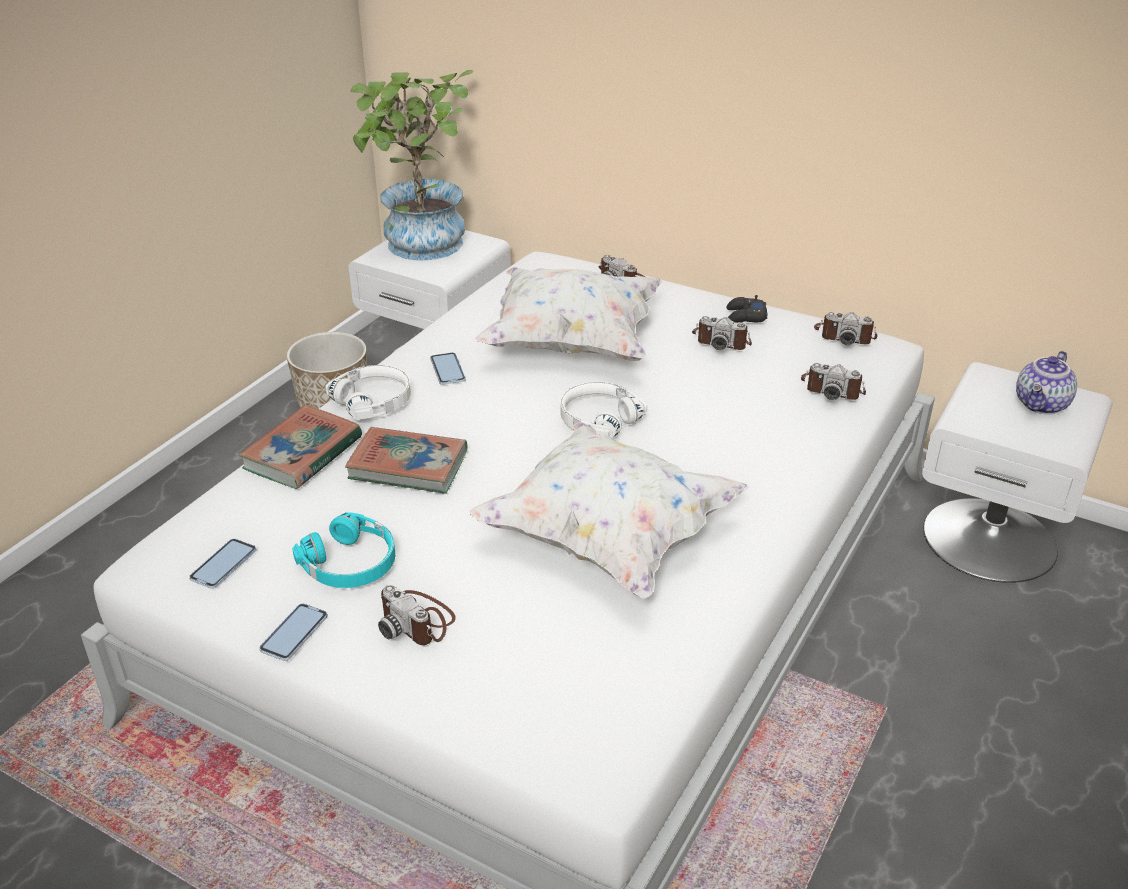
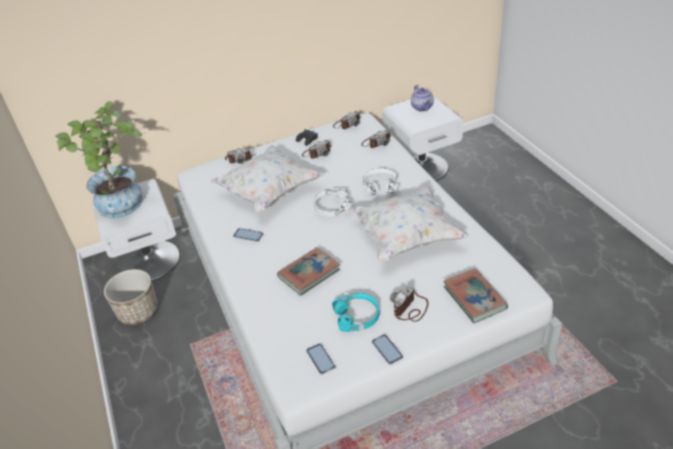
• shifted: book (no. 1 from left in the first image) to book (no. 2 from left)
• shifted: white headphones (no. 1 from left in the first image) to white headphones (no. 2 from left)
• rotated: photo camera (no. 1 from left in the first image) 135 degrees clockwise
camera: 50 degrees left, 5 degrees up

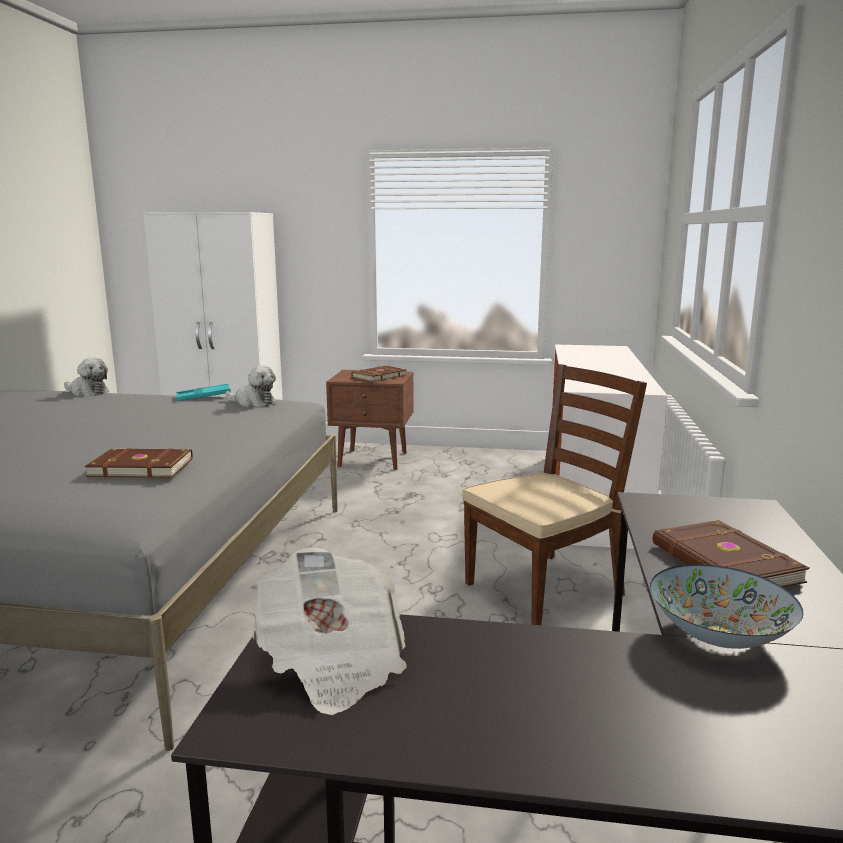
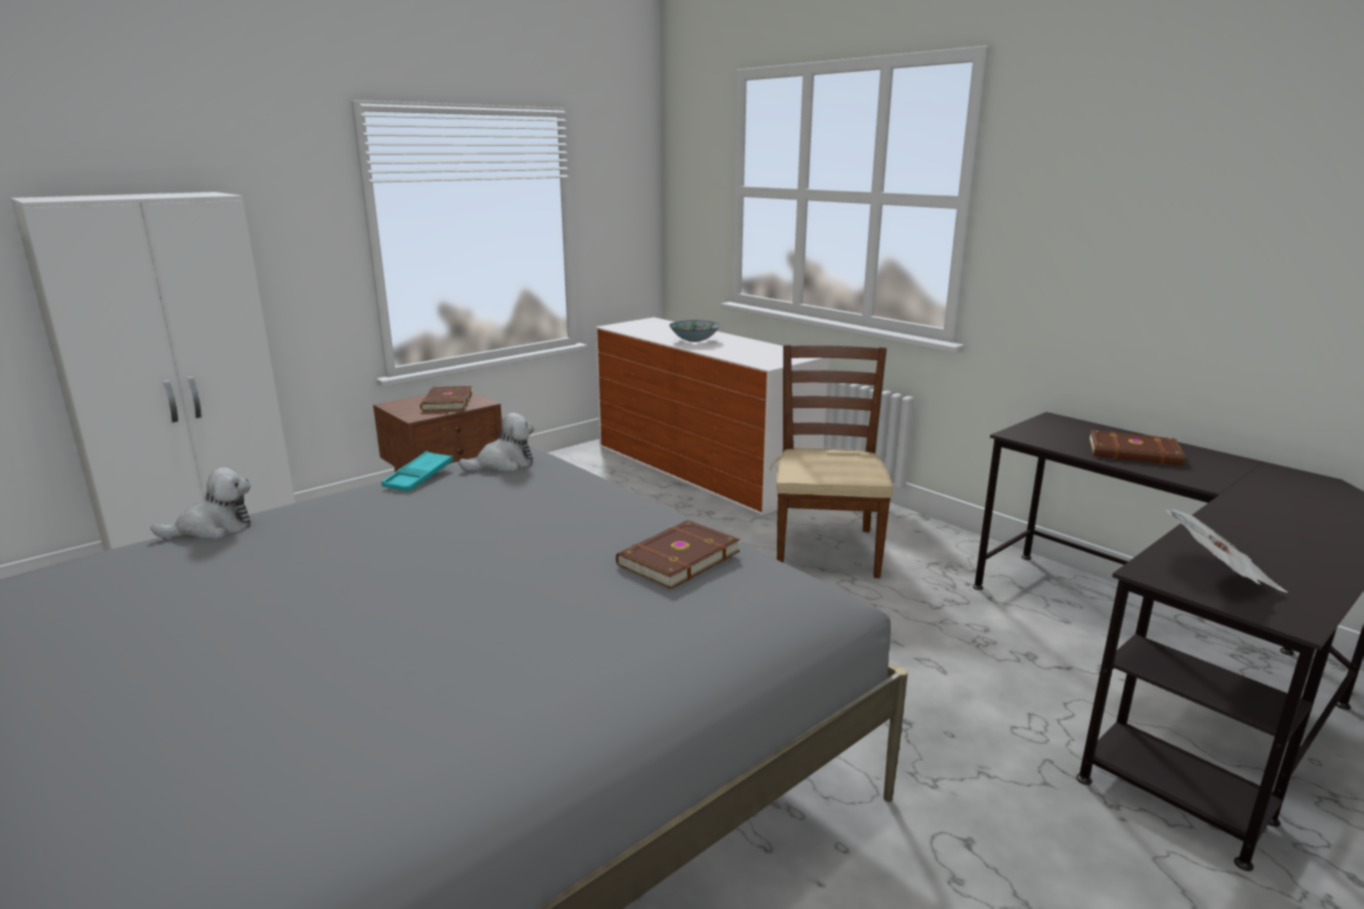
• shifted: bowl
camera: 50 degrees left, 5 degrees up

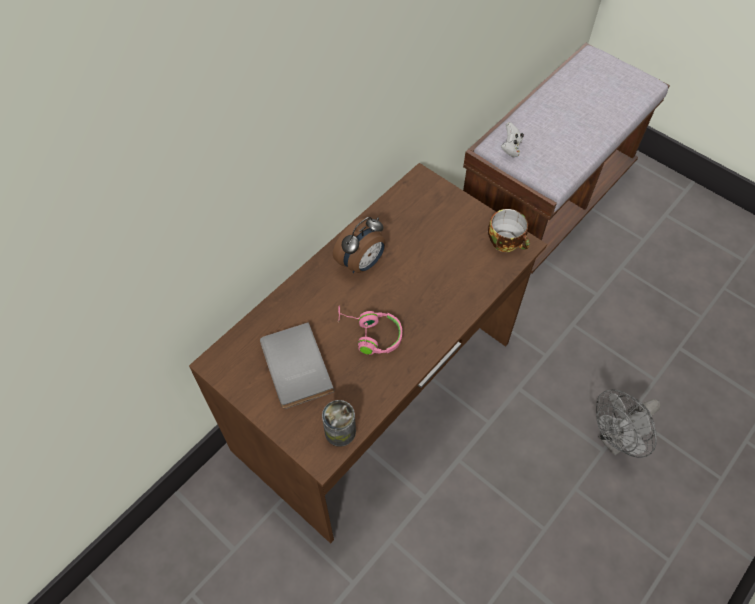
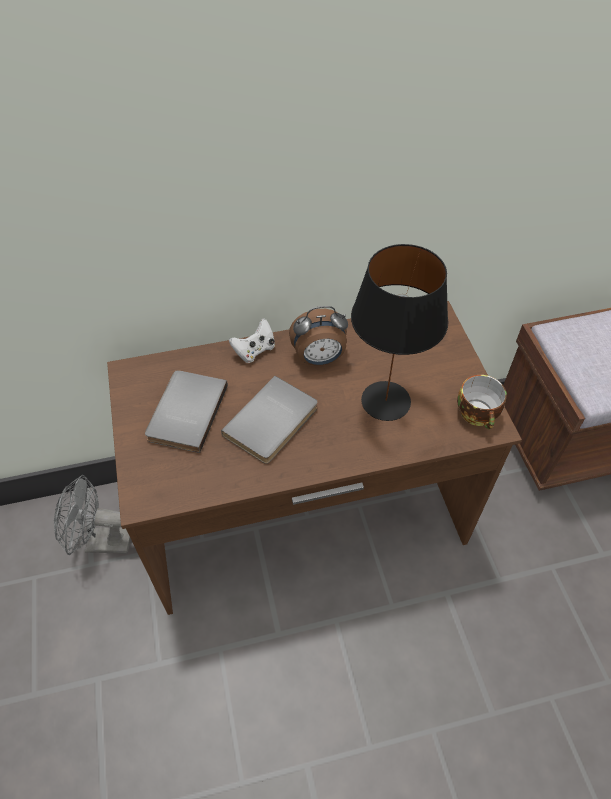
• gone: can
• swapped: pink headphones to grey book (no. 2 from left)
• shifted: white game controller
• shifted: grey fan
• new: black table lamp
camera: 35 degrees right, 5 degrees down

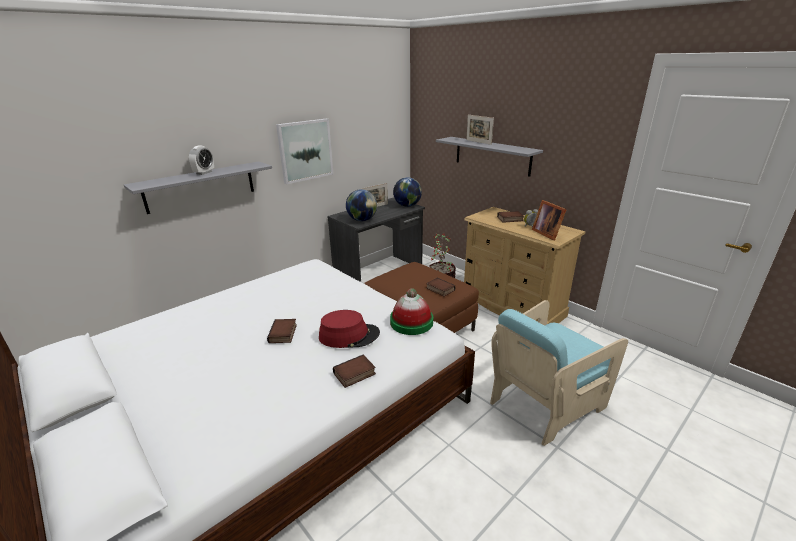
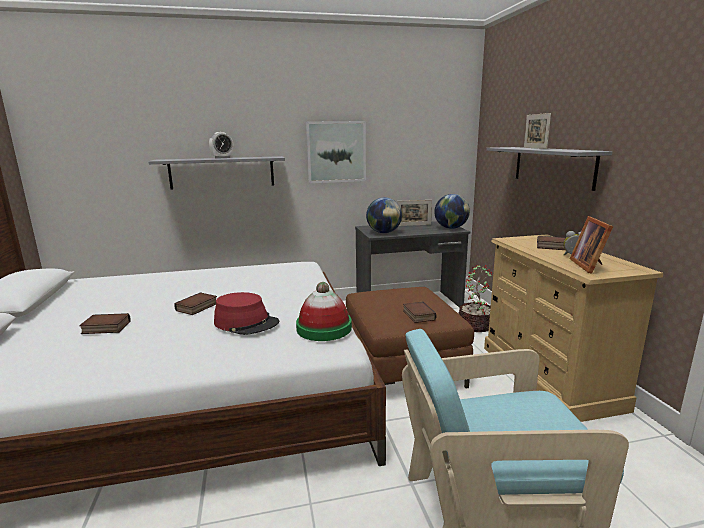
• shifted: book (no. 2 from left in the first image) to book (no. 1 from left)
camera: 30 degrees right, 10 degrees down

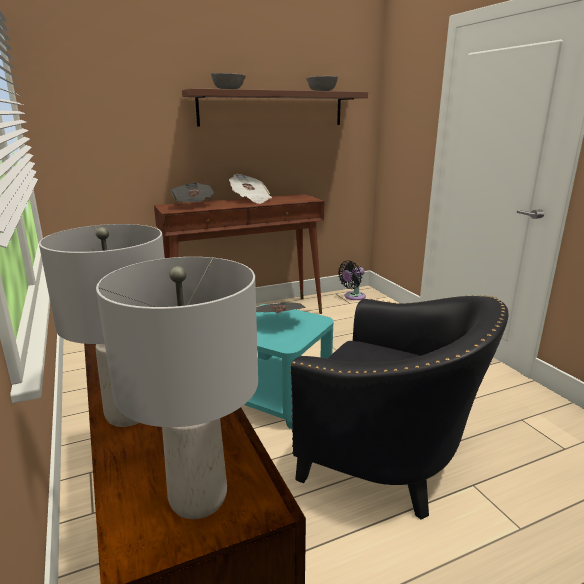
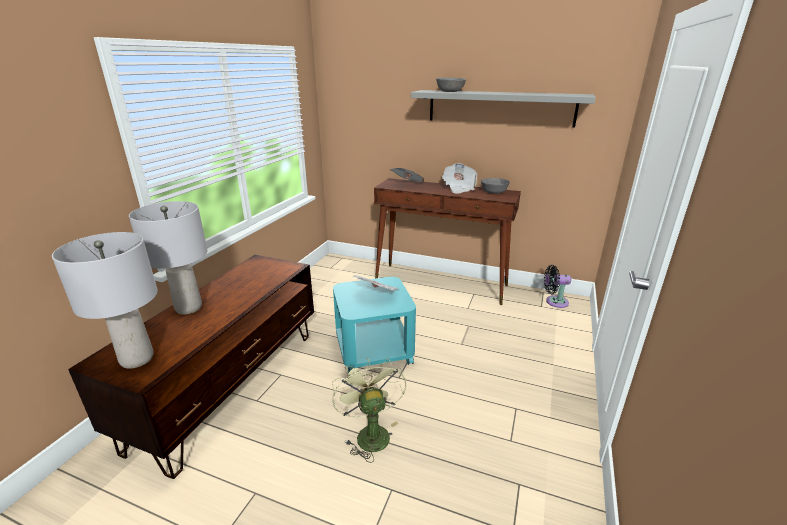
• repainted: brown shelf to grey shelf
• swapped: black armchair to green fan
• shifted: grey bowl (no. 2 from left)
camera: 45 degrees right, 5 degrees up

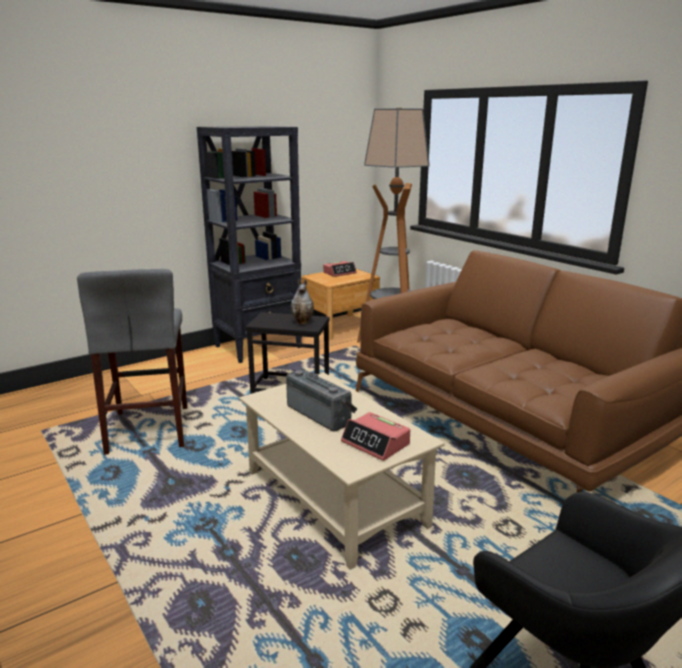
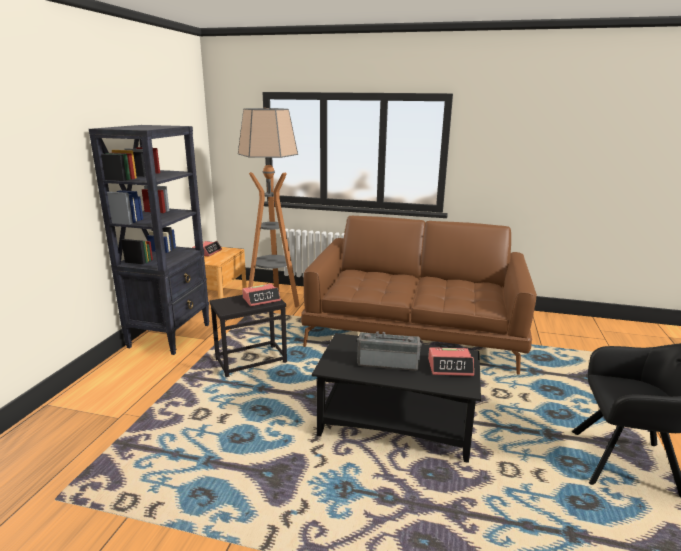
• gone: grey stool
• repainted: beige coffee table to black coffee table
• swapped: vase to alarm clock (no. 2 from left)
camera: 40 degrees left, 0 degrees up

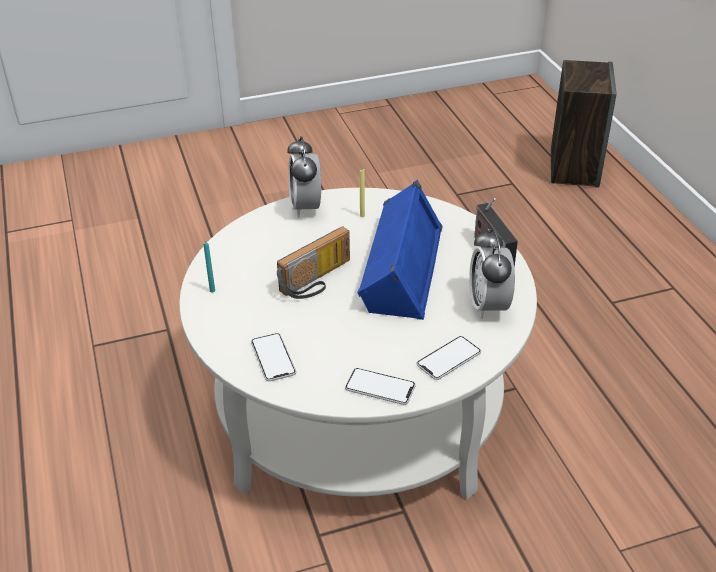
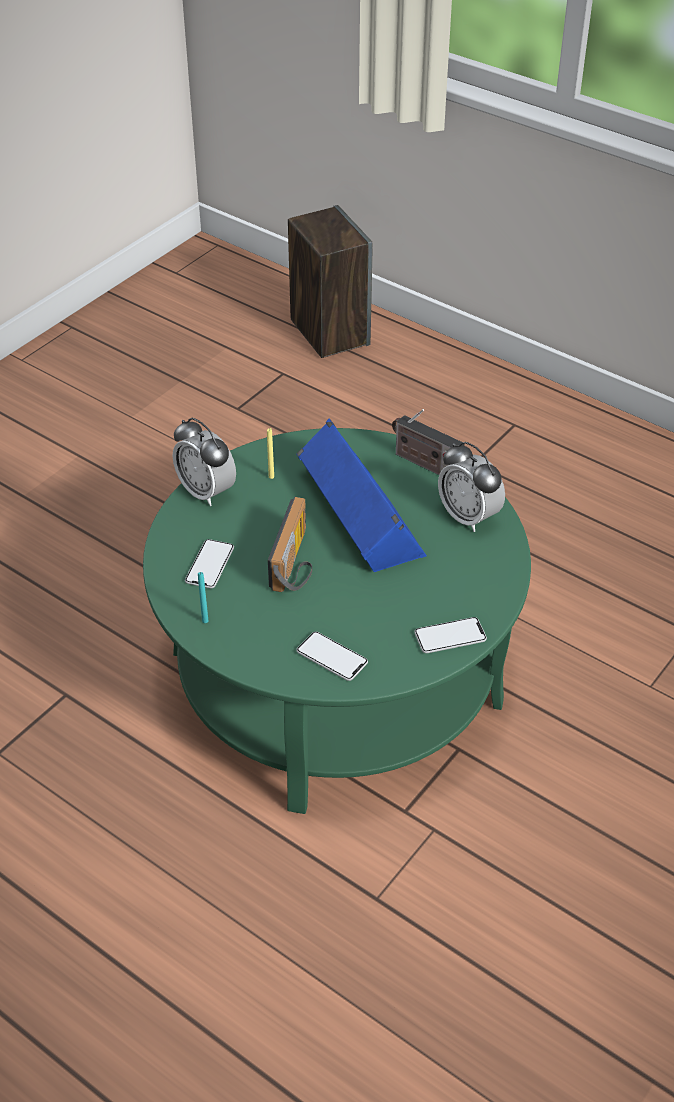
• repainted: white coffee table to green coffee table
• shifted: phone (no. 3 from left in the first image) to phone (no. 1 from left)
camera: 35 degrees left, 5 degrees up

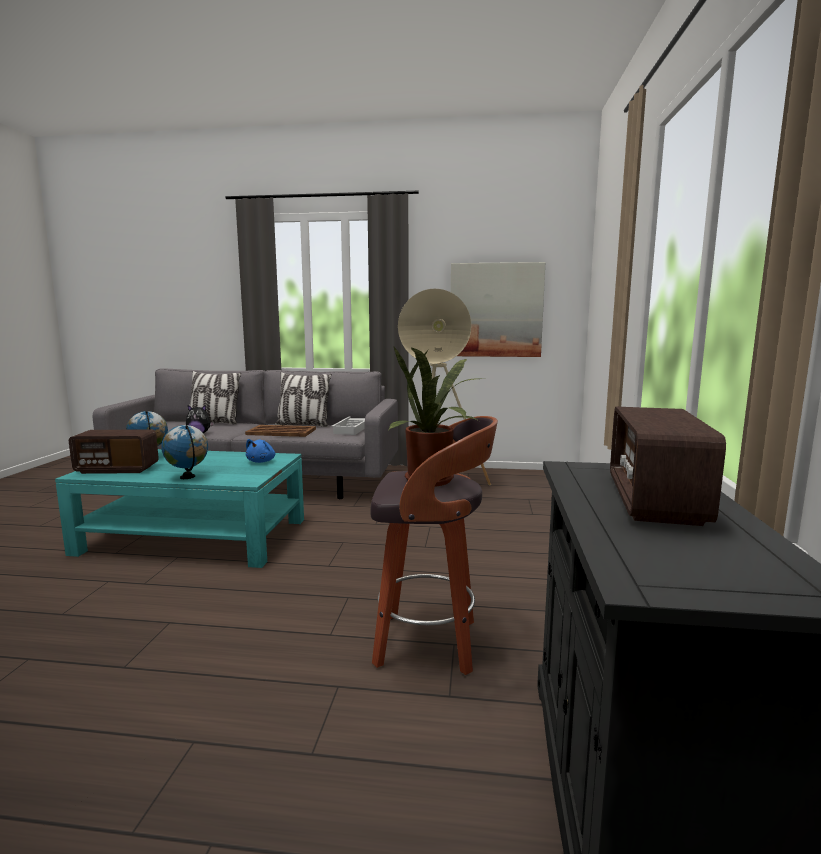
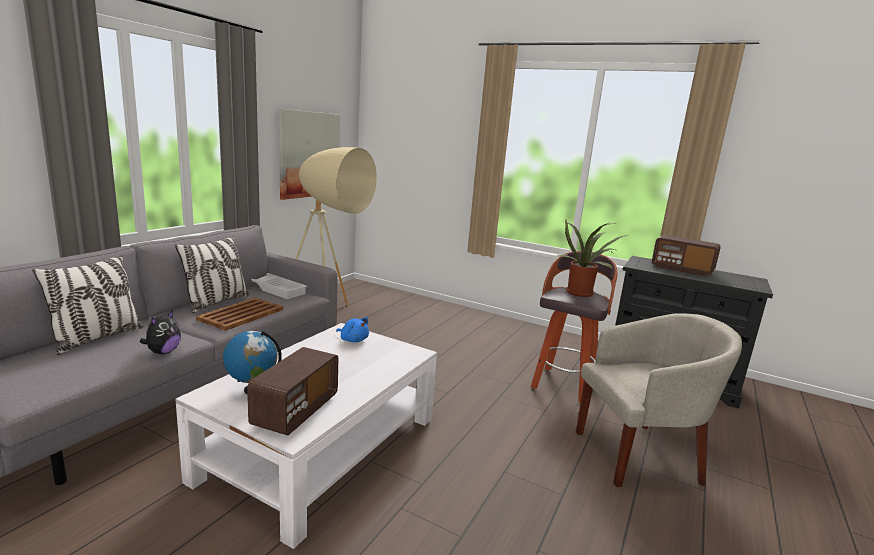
• repainted: turquoise coffee table to white coffee table
• gone: globe (no. 2 from left)
• new: beige armchair
camera: 70 degrees left, 5 degrees up

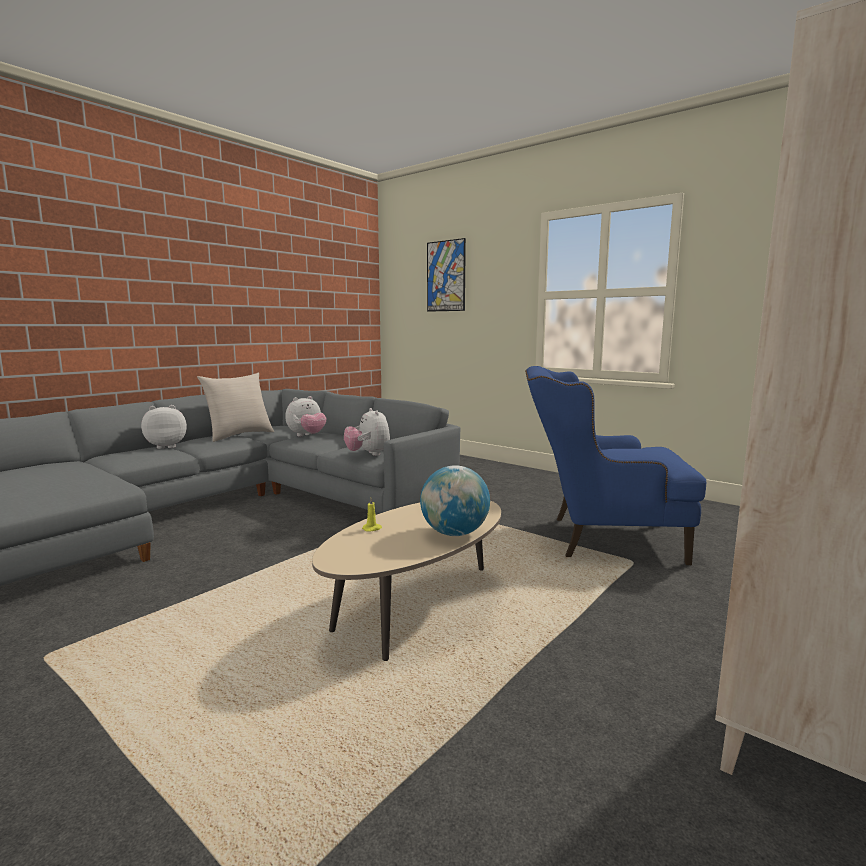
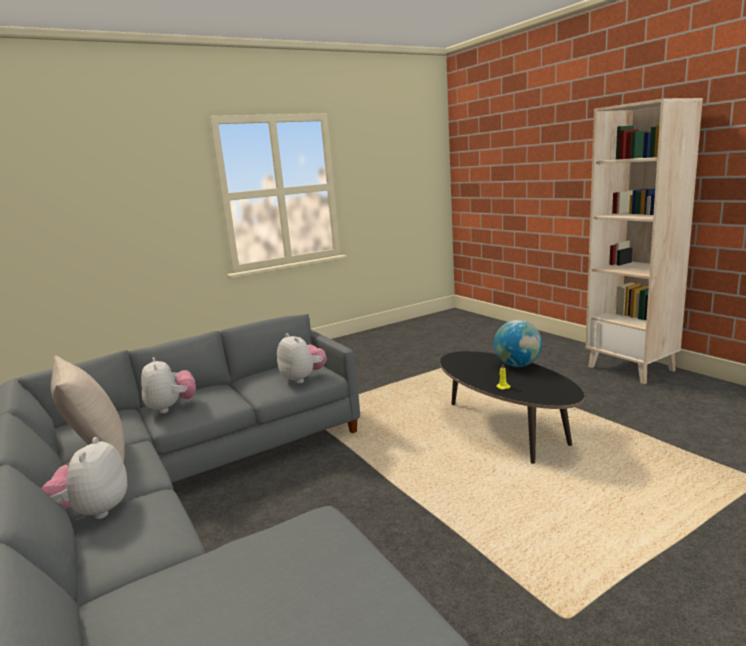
• repainted: beige coffee table to black coffee table
• rotated: plush toy (no. 3 from left) 120 degrees counterclockwise
• gone: picture
• gone: blue armchair
camera: 70 degrees left, 5 degrees up

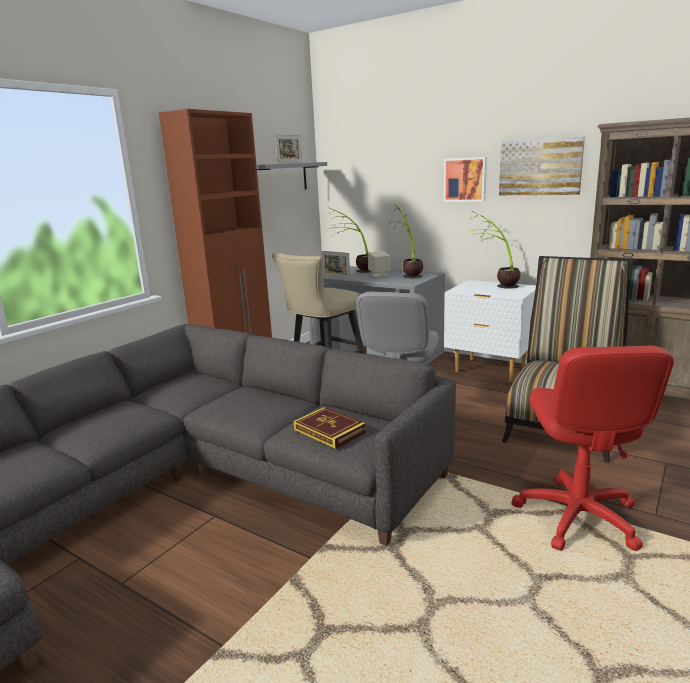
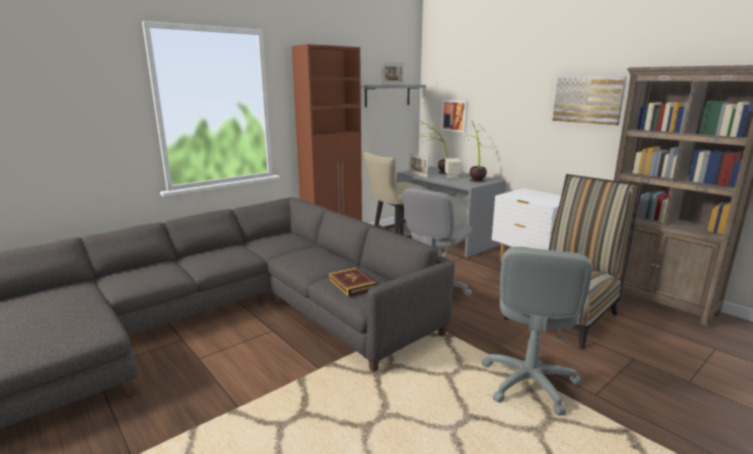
• shifted: picture (no. 1 from left)
• gone: potted plant (no. 3 from left)
• repainted: red office chair to grey office chair (no. 2 from left)
camera: 15 degrees right, 0 degrees up

